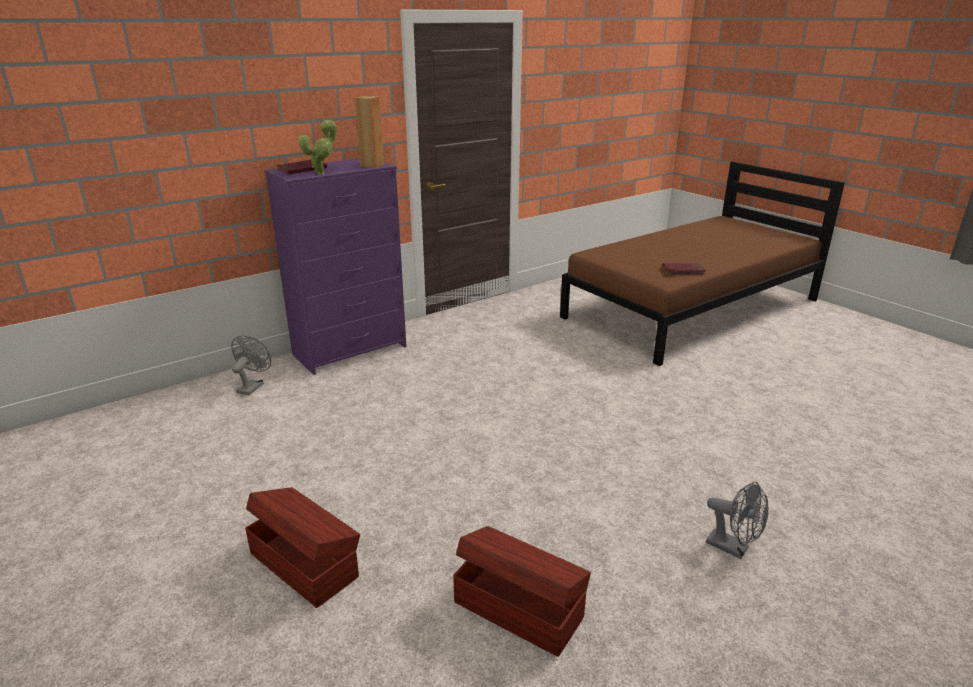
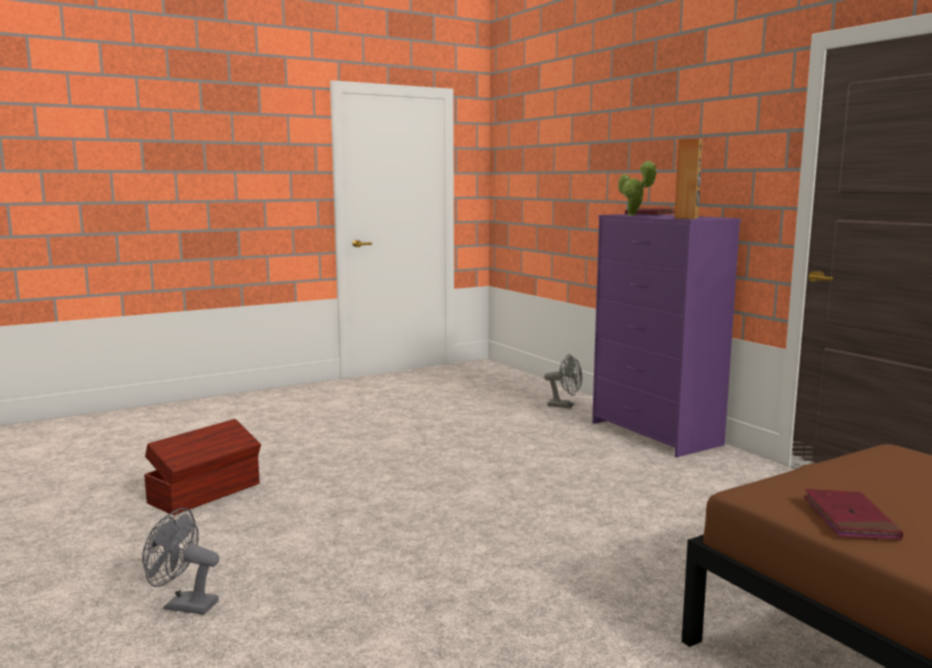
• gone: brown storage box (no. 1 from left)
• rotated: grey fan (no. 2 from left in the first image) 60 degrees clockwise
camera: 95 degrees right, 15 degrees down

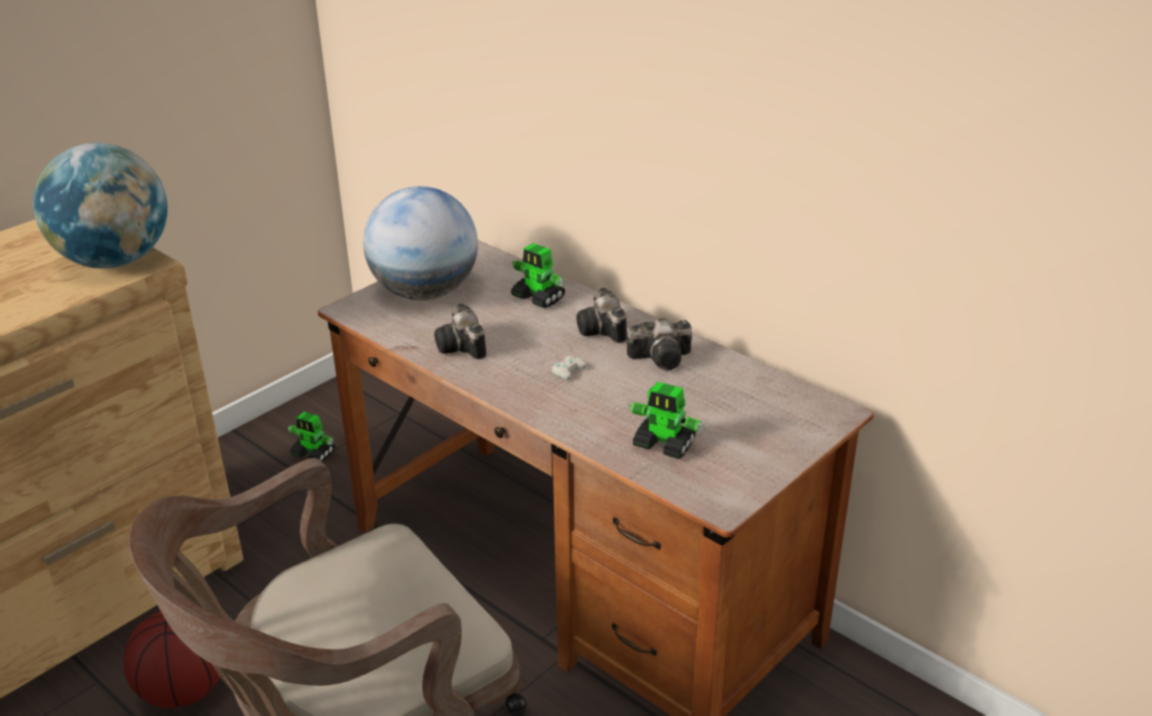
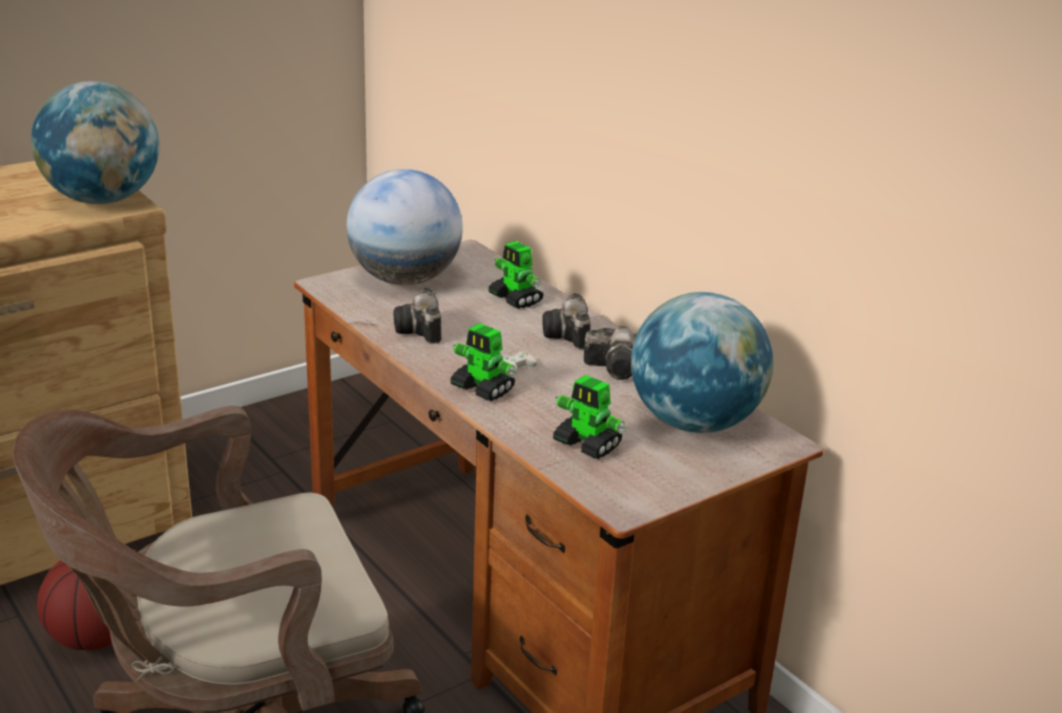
• shifted: toy robot (no. 1 from left)
• new: globe (no. 3 from left)
camera: 10 degrees right, 5 degrees down

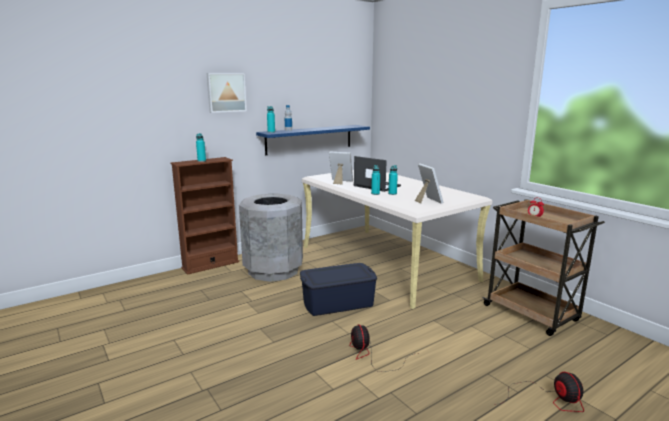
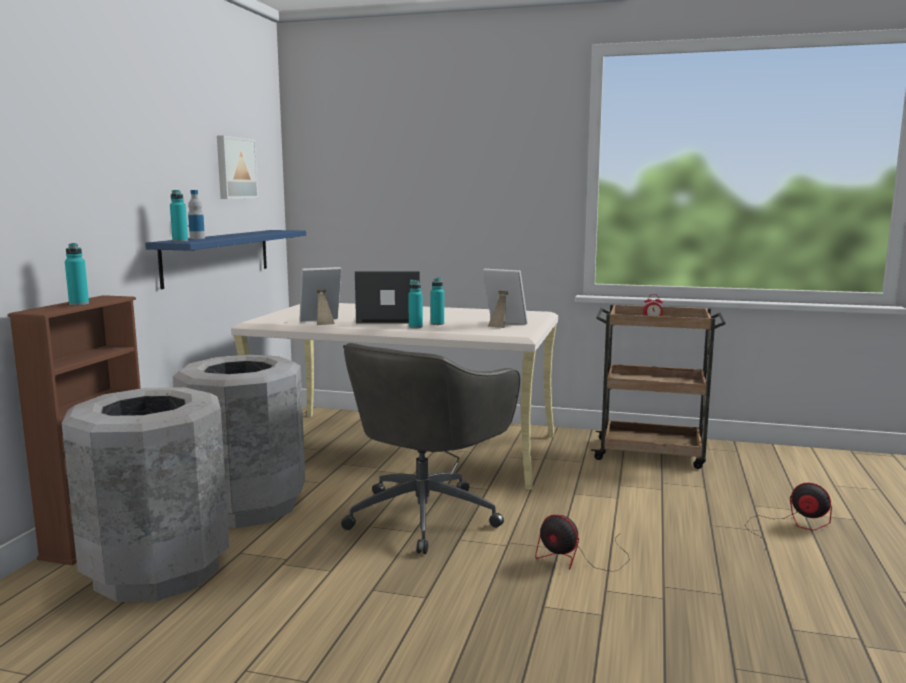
• shifted: picture
• swapped: blue storage box to grey office chair
• new: grey trash can (no. 1 from left)
camera: 40 degrees left, 5 degrees down

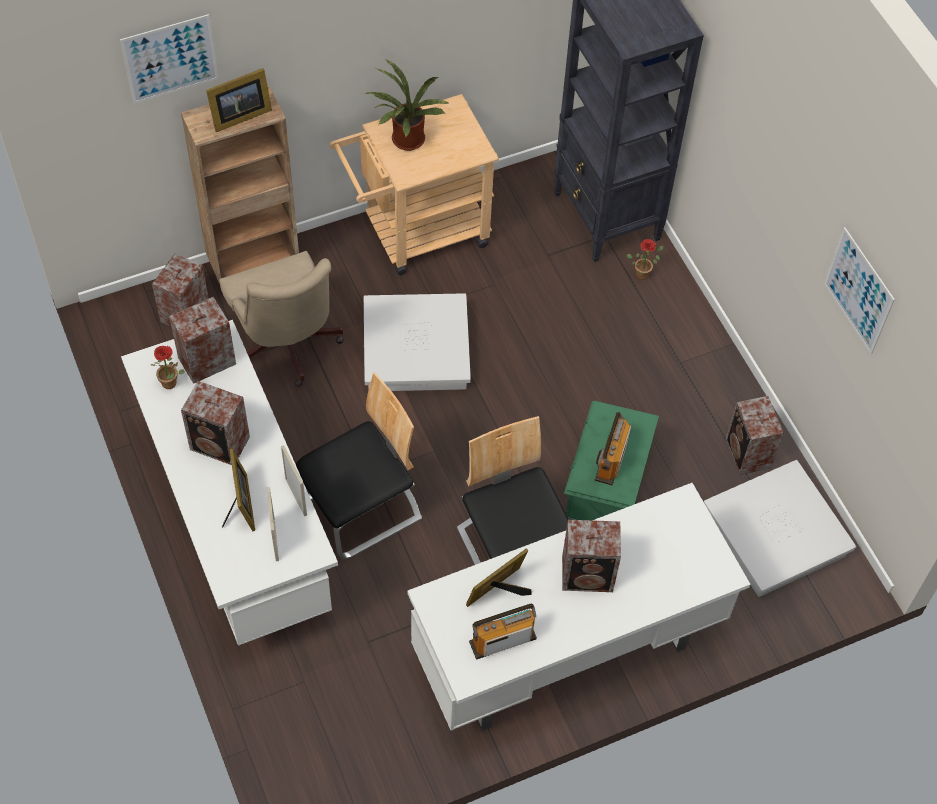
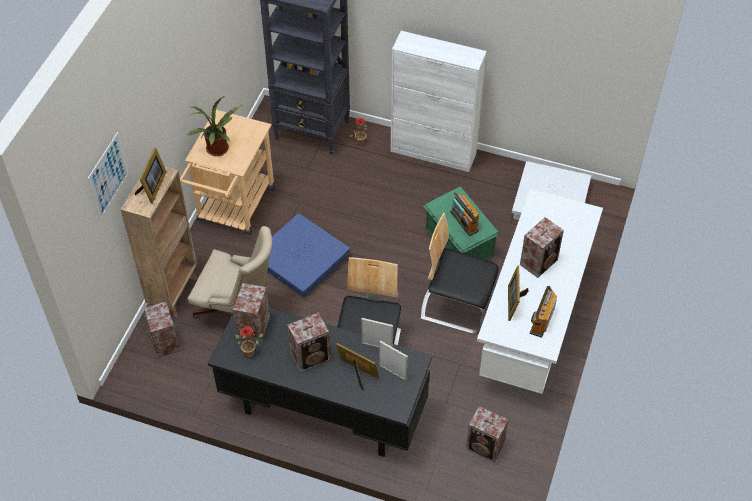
• repainted: white desk (no. 1 from left) to black desk
• repainted: white storage box (no. 1 from left) to blue storage box
• shifted: speaker (no. 5 from left in the first image) to speaker (no. 4 from left)
• gone: picture (no. 2 from left)
• new: white cabinet
camera: 45 degrees left, 5 degrees down

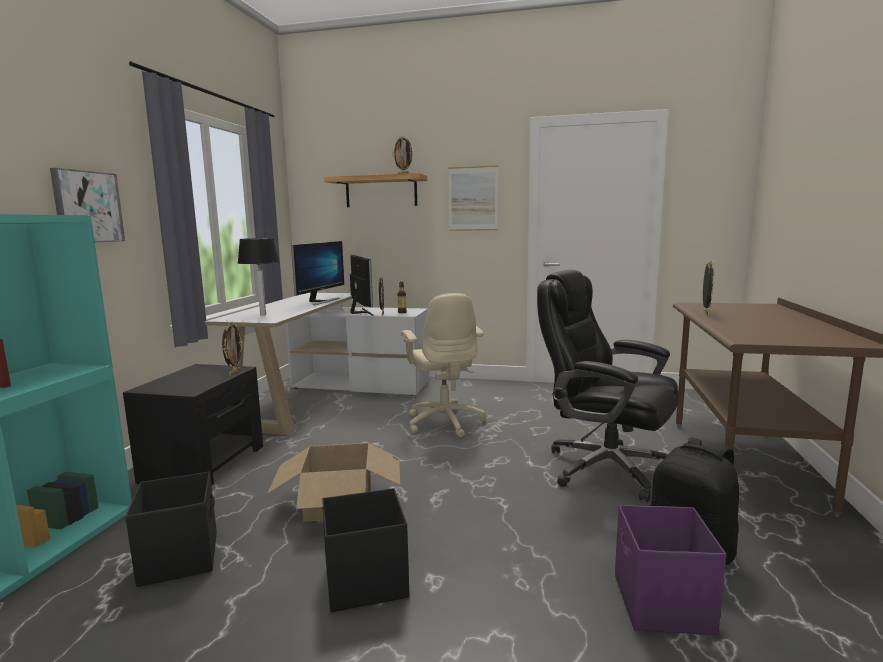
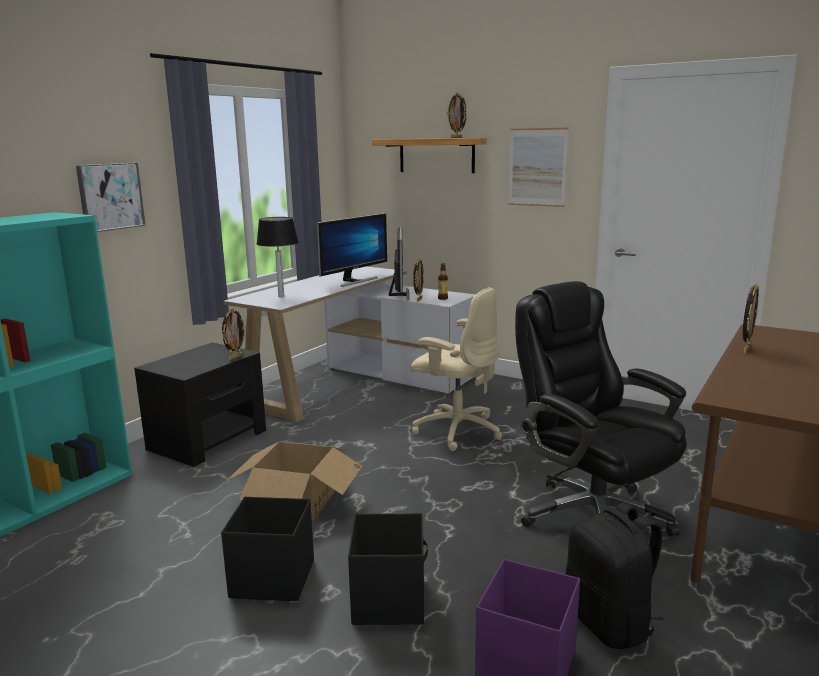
• shifted: black storage box (no. 1 from left in the first image) to black storage box (no. 2 from left)
• rotated: beige office chair 60 degrees counterclockwise
camera: 20 degrees right, 5 degrees up

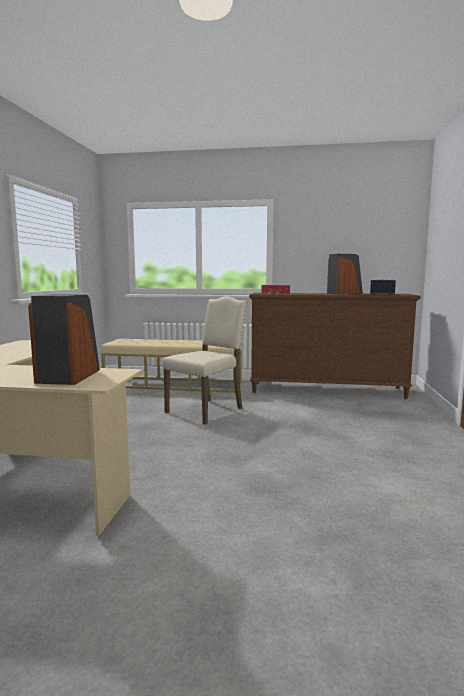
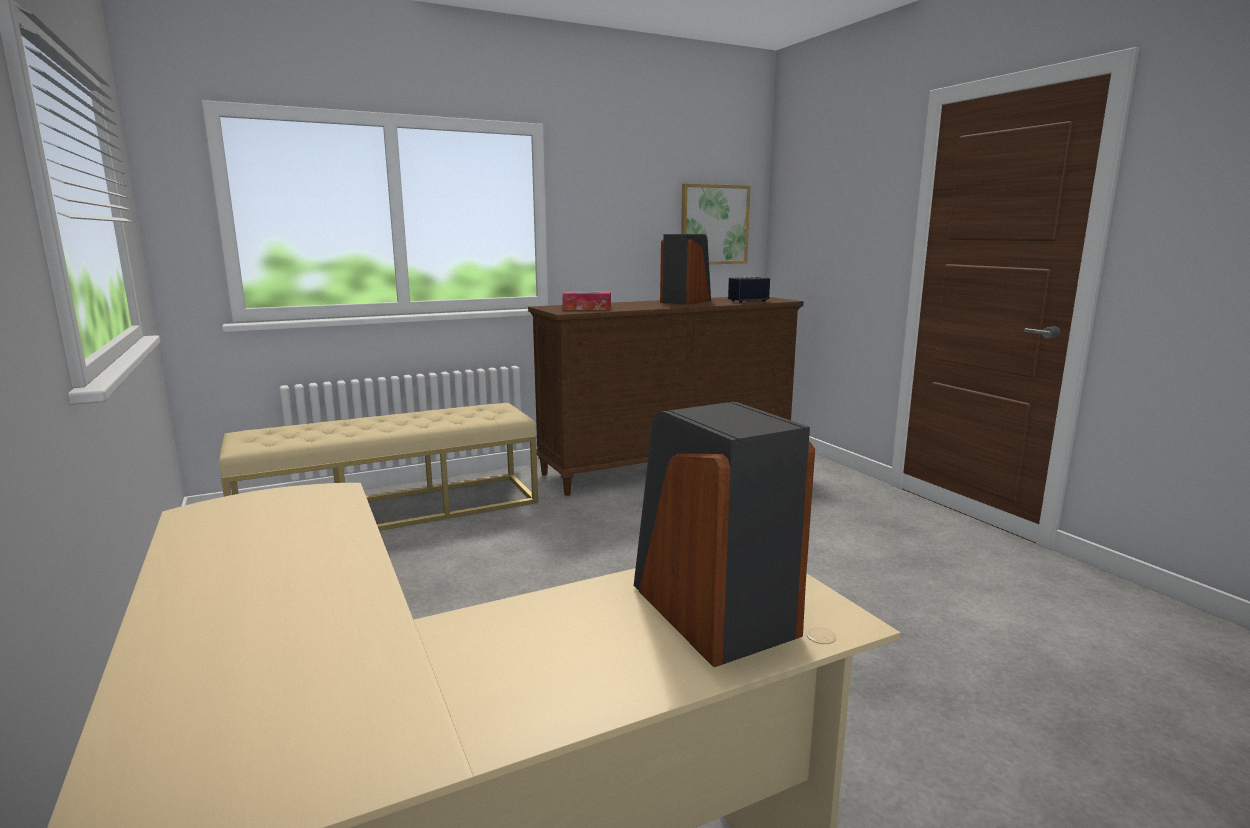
• gone: beige chair
• new: picture
camera: 35 degrees left, 5 degrees up

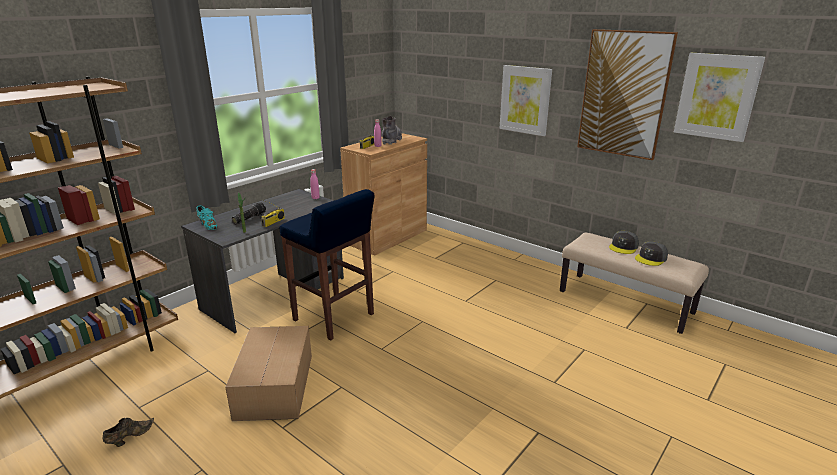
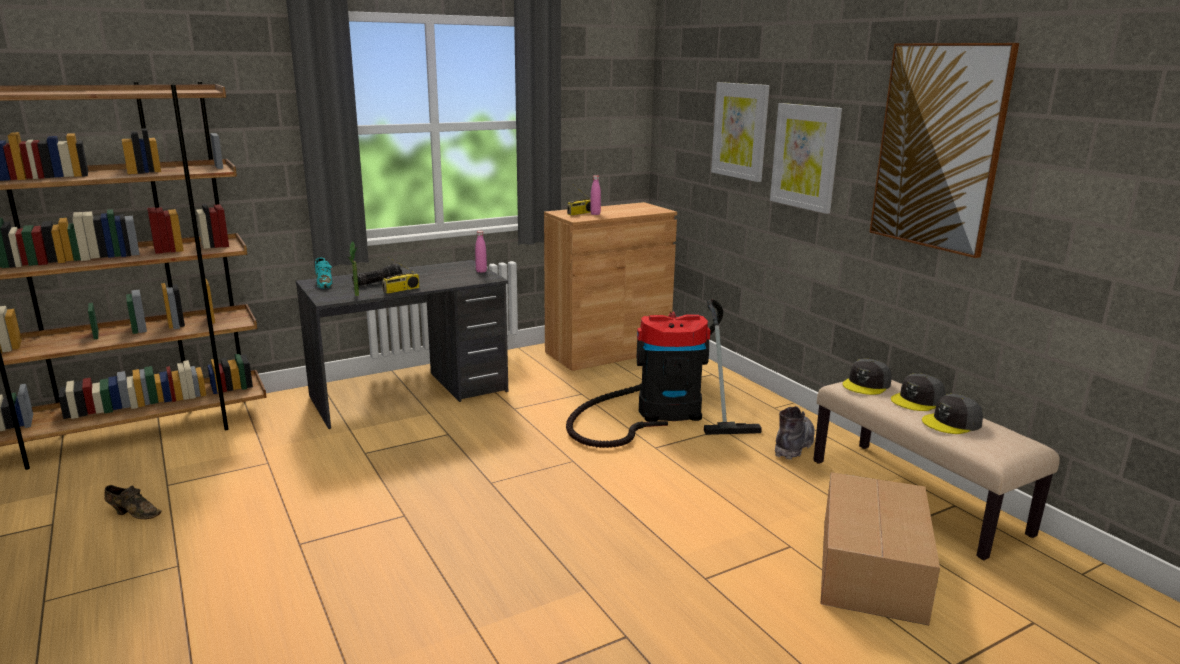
• rotated: brown shoe 45 degrees clockwise
• shifted: cardboard box
• gone: blue stool
• shifted: grey boot
• shifted: picture (no. 3 from left in the first image) to picture (no. 1 from left)
• new: vacuum cleaner
• new: grey cap (no. 1 from left)
camera: 20 degrees right, 5 degrees down

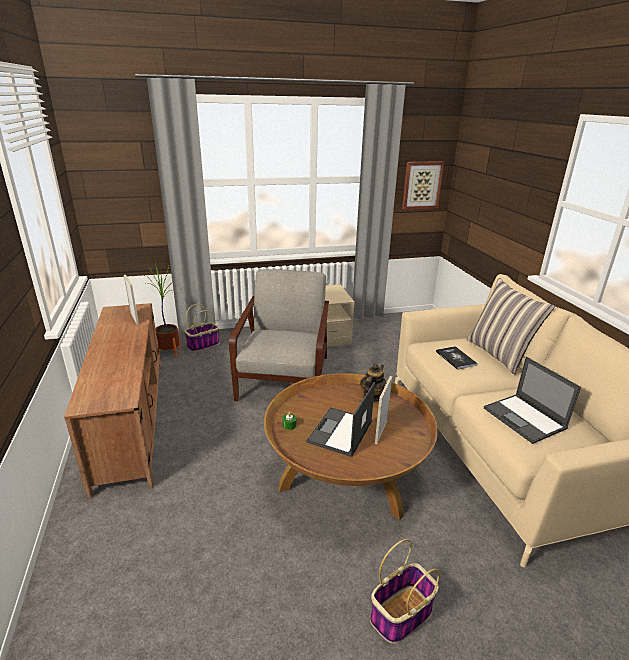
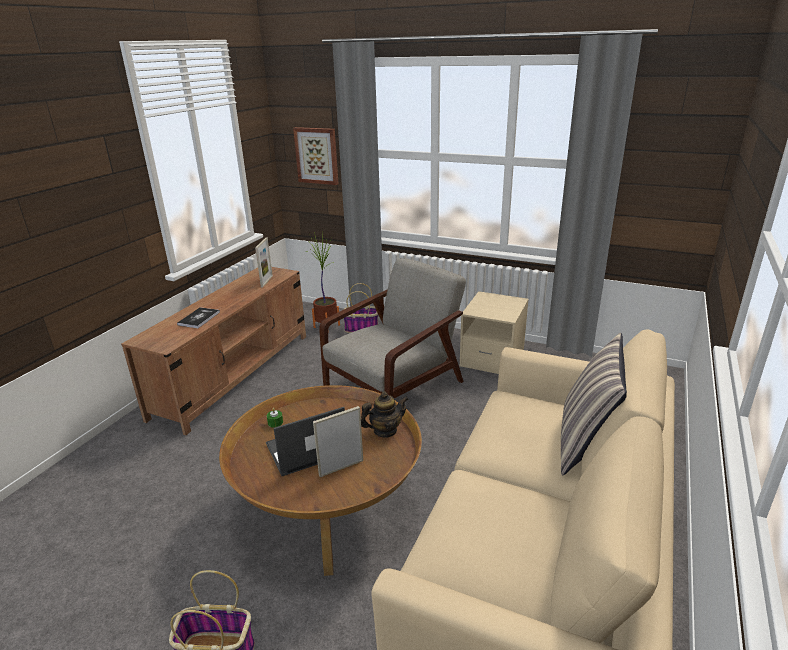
• shifted: picture
• shifted: book
• gone: laptop (no. 2 from left)
camera: 40 degrees right, 0 degrees up

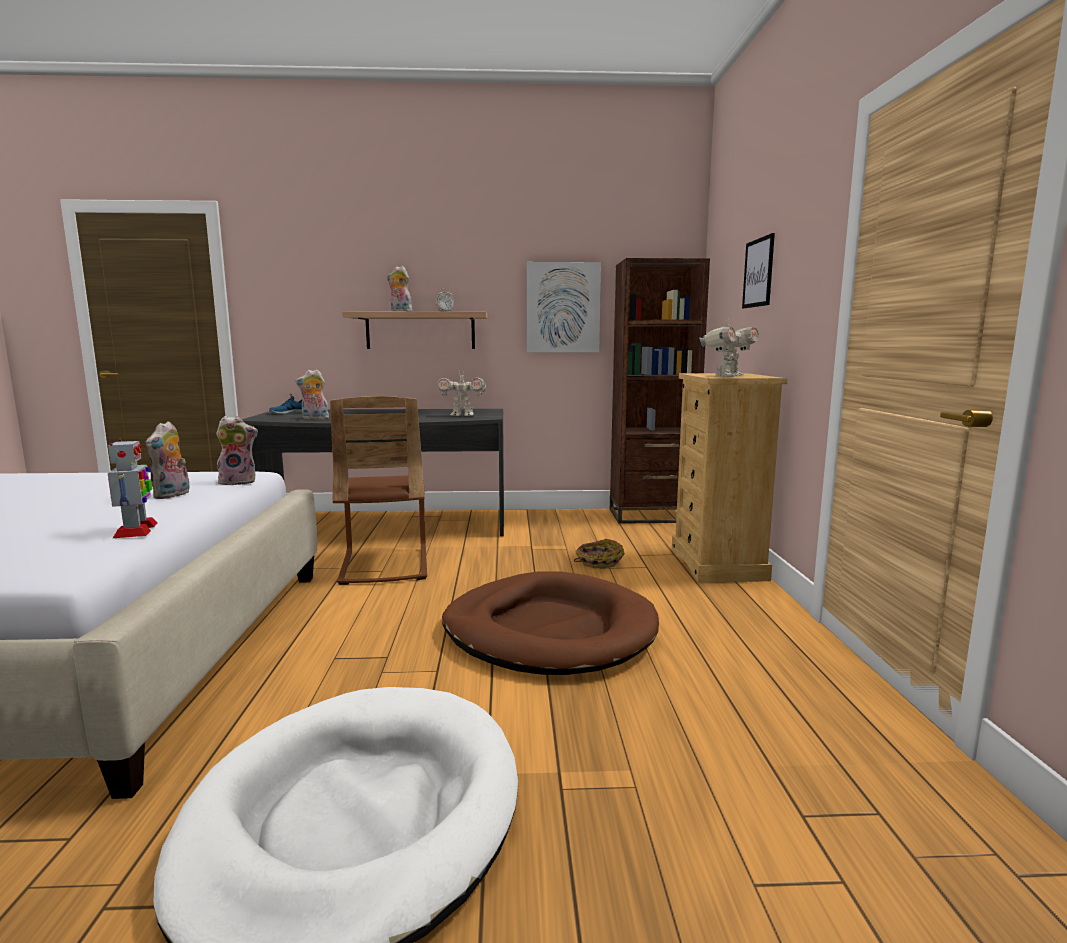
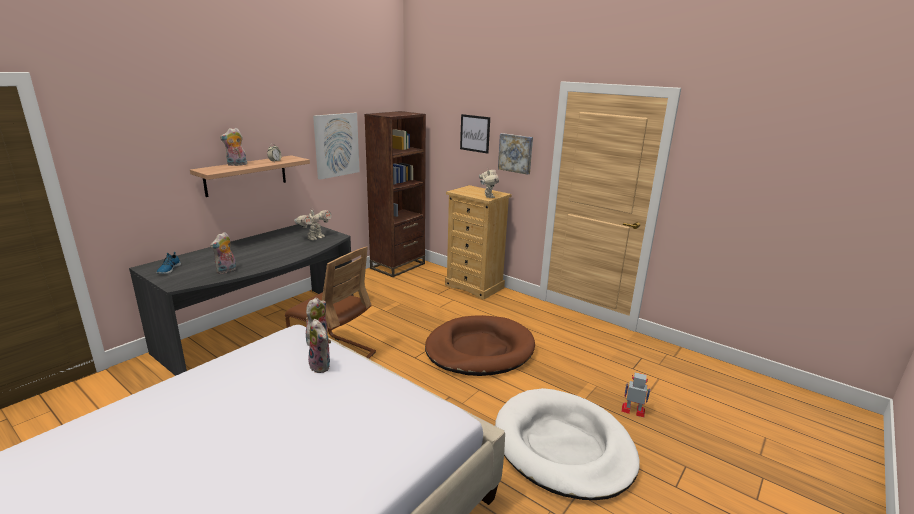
• shifted: toy robot (no. 1 from left in the first image) to toy robot (no. 3 from left)
• gone: basket
• new: picture (no. 3 from left)
camera: 50 degrees left, 10 degrees up

